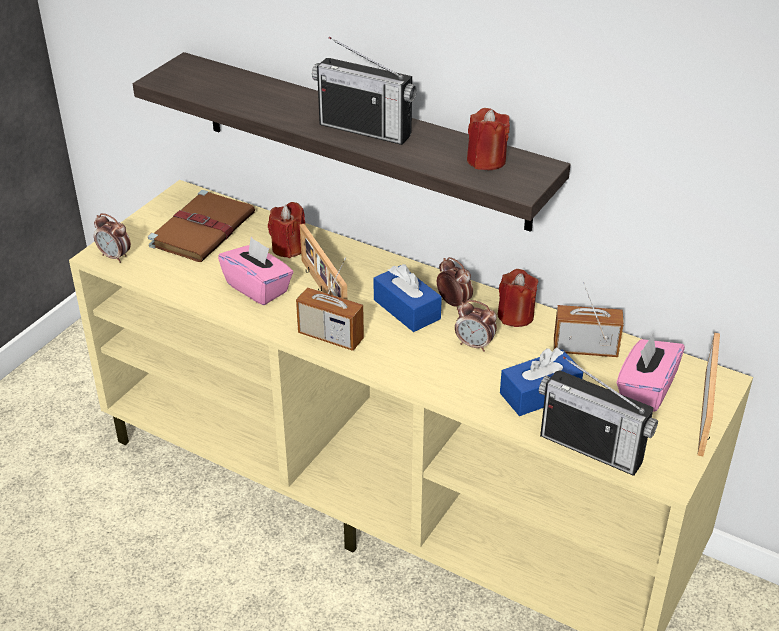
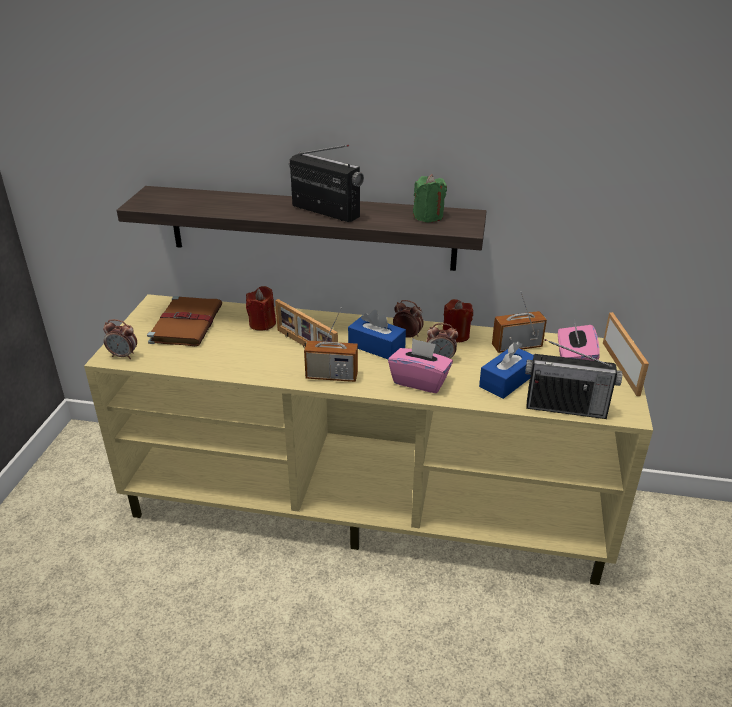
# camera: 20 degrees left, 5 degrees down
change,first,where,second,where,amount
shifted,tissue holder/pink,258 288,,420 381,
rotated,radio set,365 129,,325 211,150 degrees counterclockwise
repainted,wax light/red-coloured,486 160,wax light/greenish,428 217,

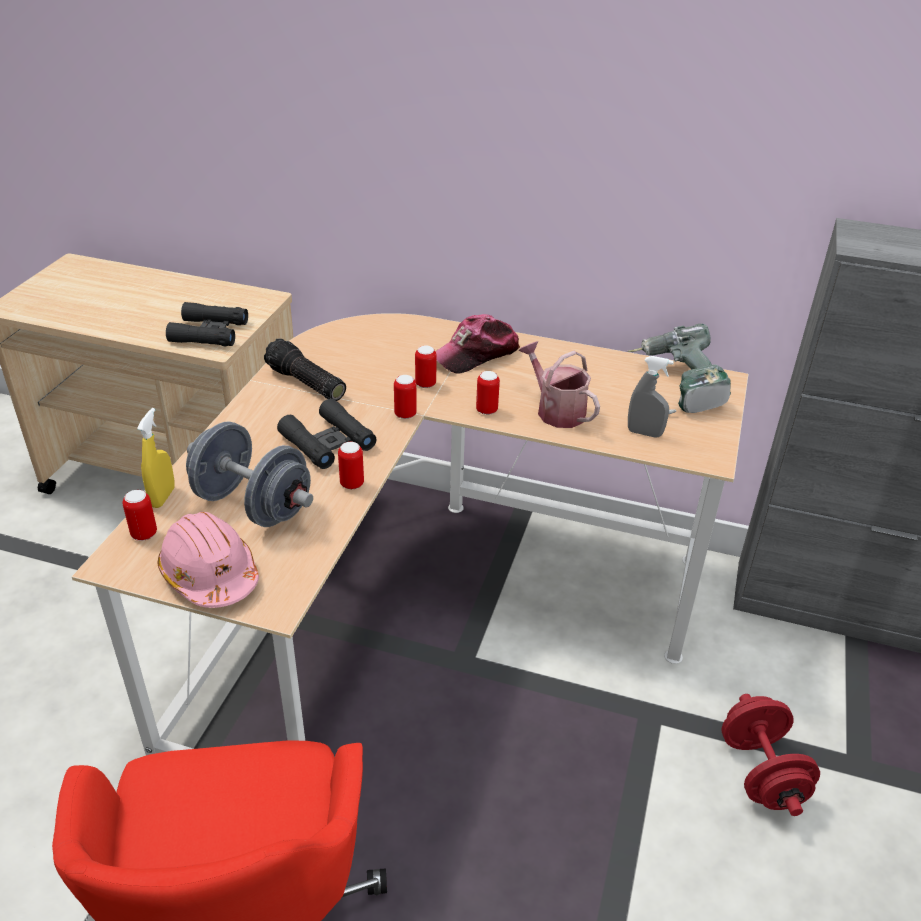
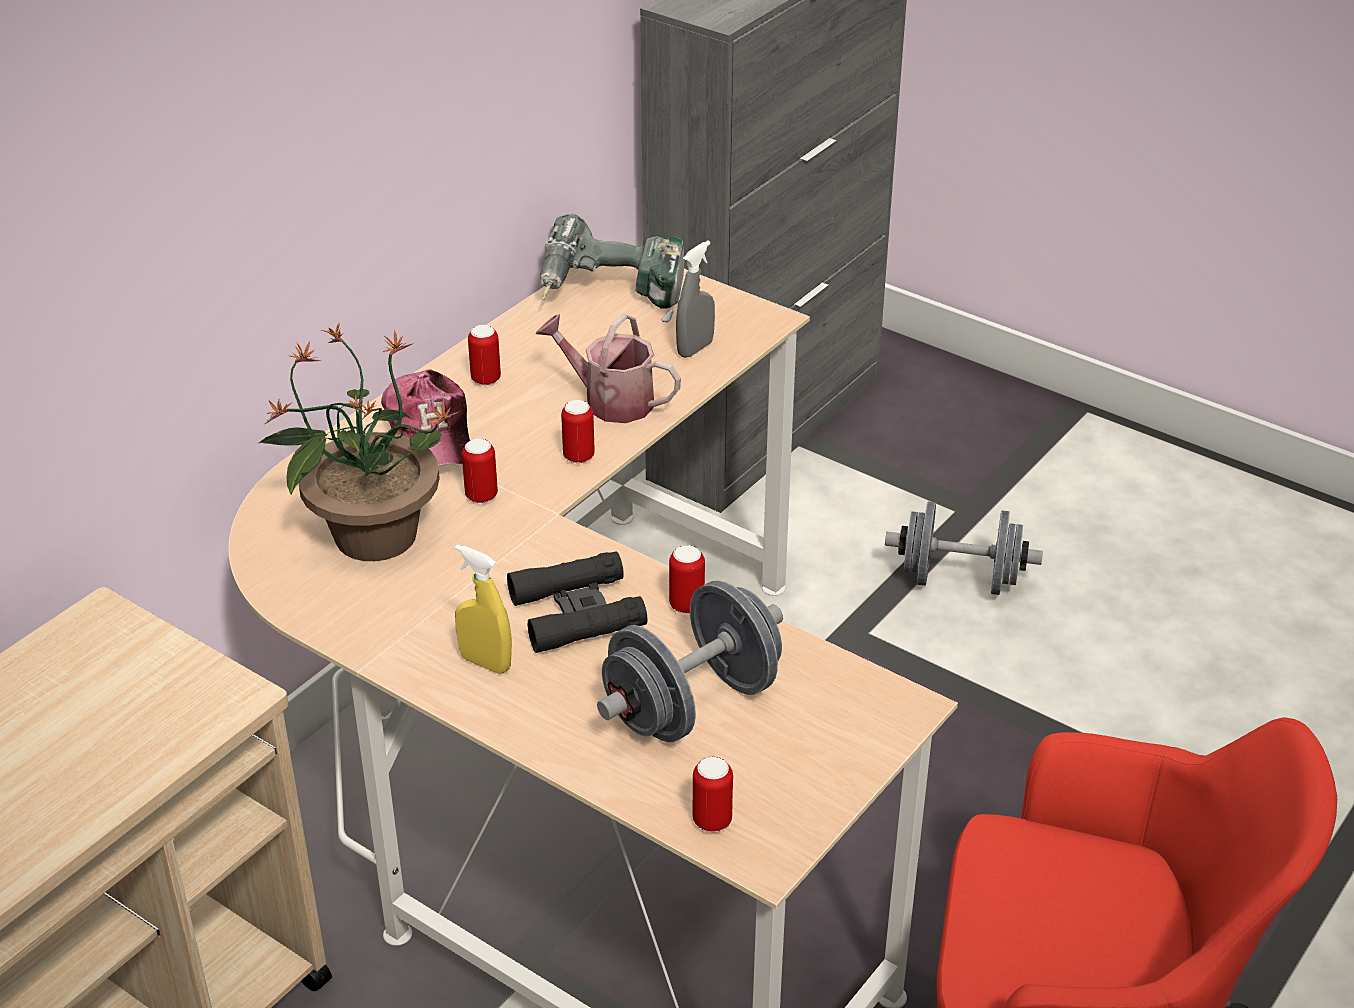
# camera: 70 degrees left, 0 degrees up
change,first,where,second,where,amount
shifted,hand sprayer/yellow,162 497,,485 663,
gone,safety helmet/pink,210 574,,,
gone,field glasses/blackish,209 332,,,
gone,torch,305 383,,,
shifted,sealed can,405 414,,486 379,
rotated,watering can,556 410,,610 400,45 degrees clockwise
repainted,free weight/red-coloured,761 773,free weight/gray,959 580,
new,,,potted plant,372 535,

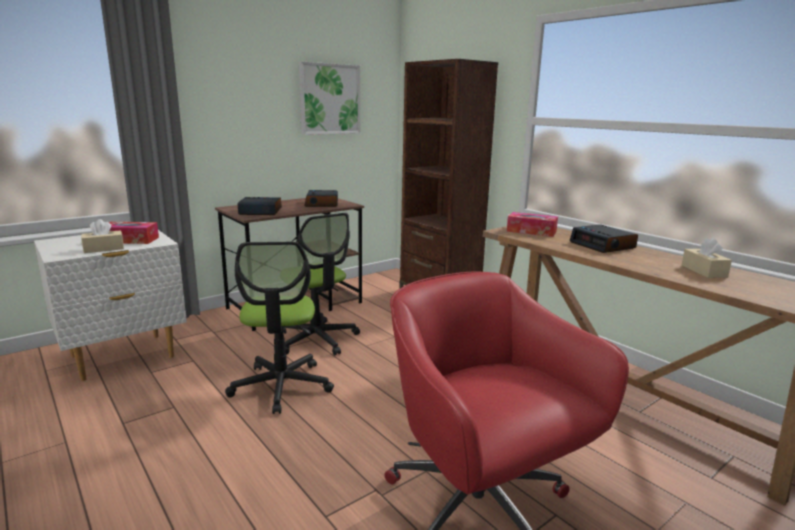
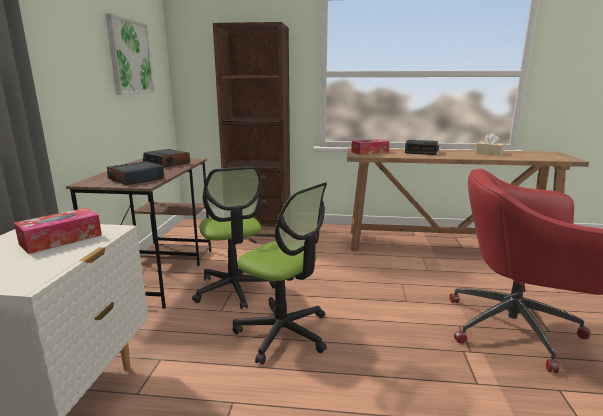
# camera: 45 degrees left, 0 degrees up
change,first,where,second,where,amount
gone,tissue holder/sand-coloured,104 249,,,
rotated,computer chair,317 339,,234 289,60 degrees clockwise

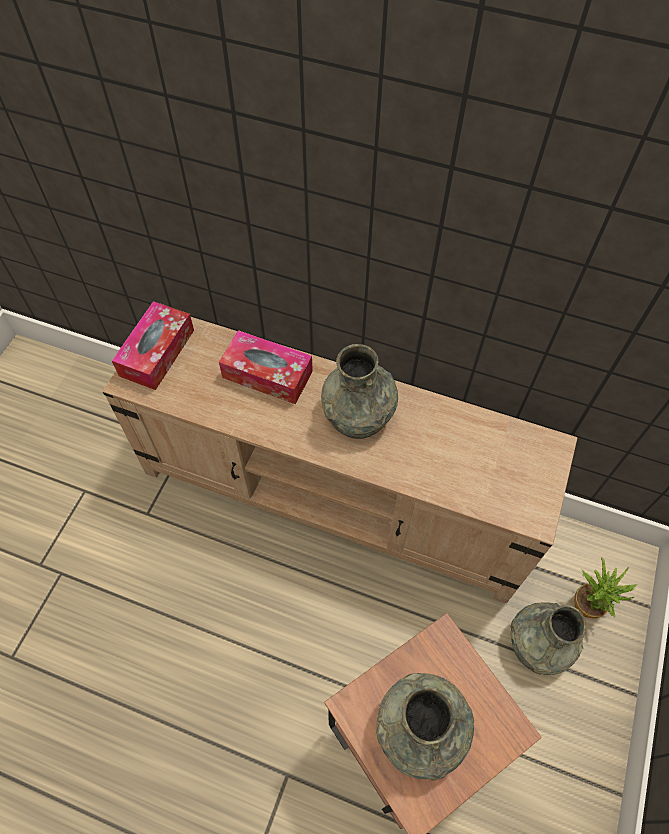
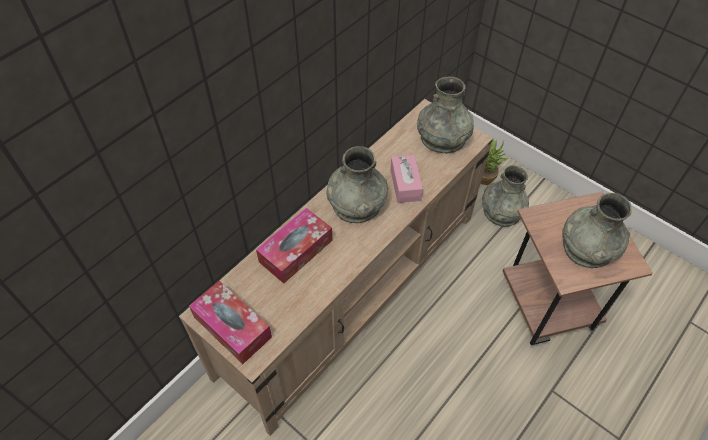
# camera: 70 degrees left, 5 degrees down
change,first,where,second,where,amount
new,,,tissue holder/pink,405 184,
new,,,decorative vase/gray,443 138,

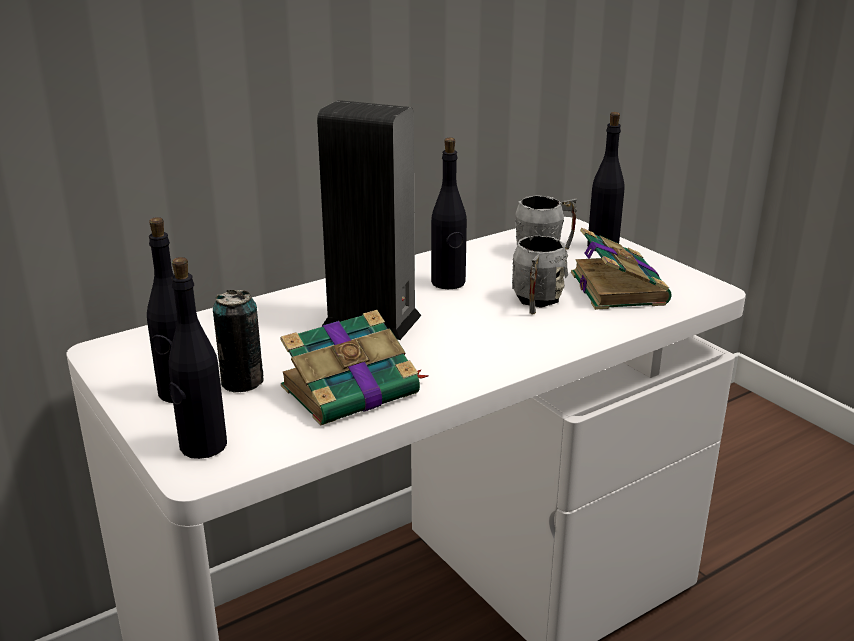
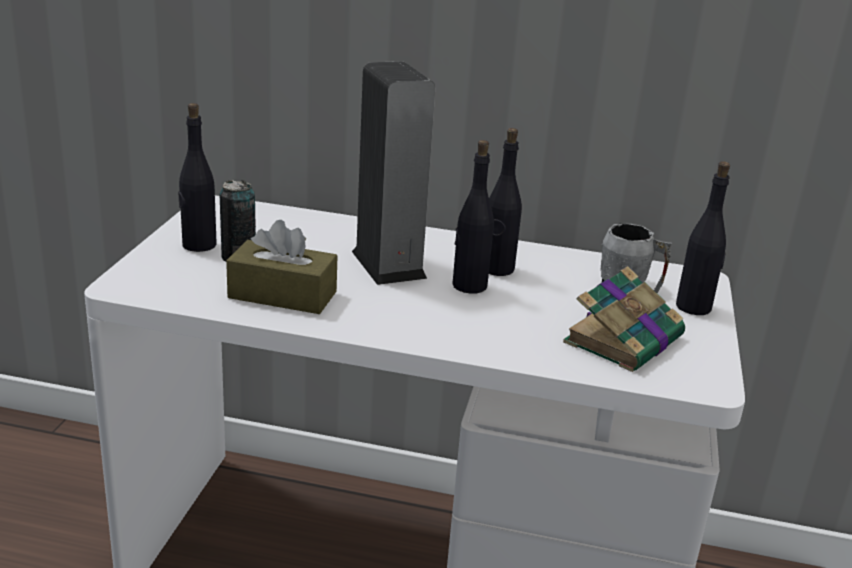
# camera: 45 degrees right, 0 degrees up
change,first,where,second,where,amount
shifted,bottle/blackish,202 446,,469 286,
swapped,book,353 390,tissue holder/brownish,282 295,
gone,coffee mug/gray,536 301,,,

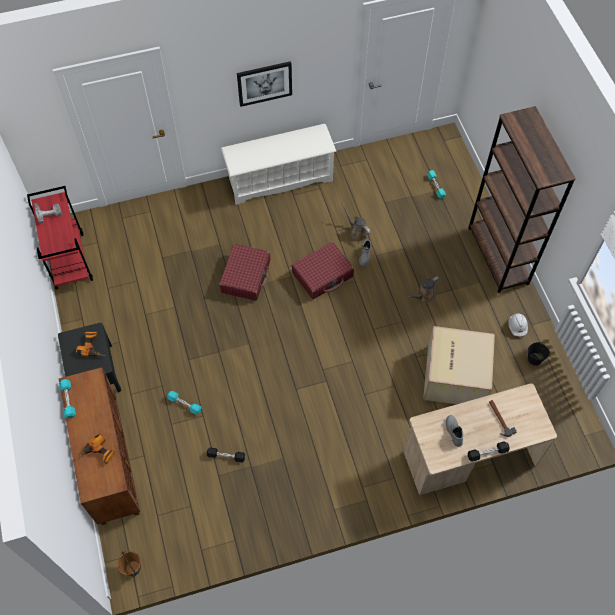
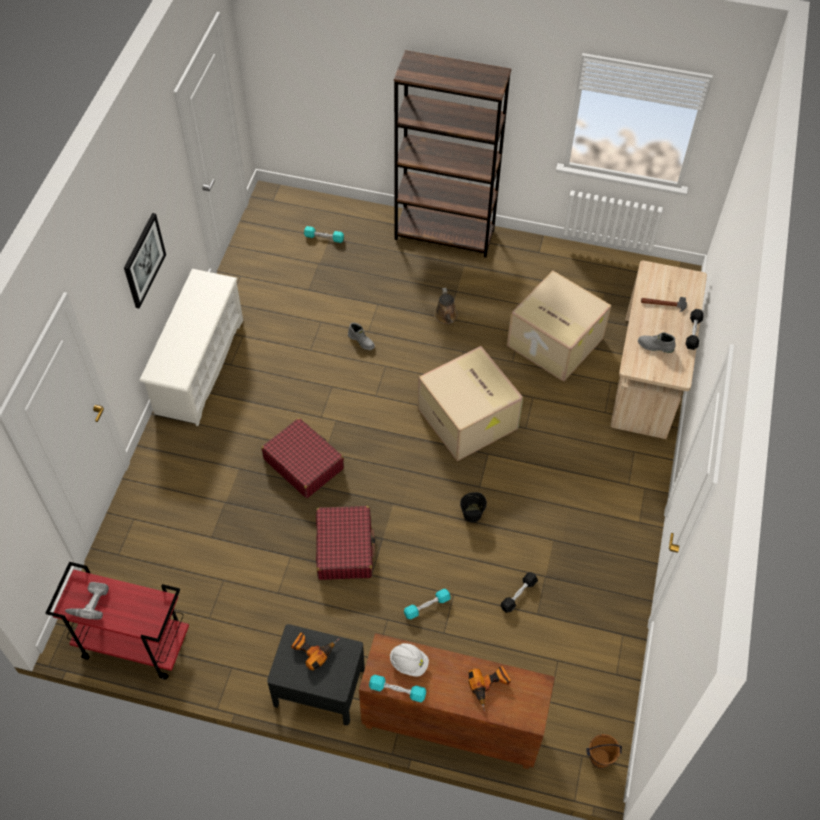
# camera: 60 degrees left, 5 degrees down
change,first,where,second,where,amount
shifted,suitcase/red-coloured,322 275,,344 548,
gone,watering can/brownish,357 232,,,
shifted,safety helmet/white,517 327,,409 663,
shifted,bucket/blackish,535 359,,472 514,
new,,,carton,469 419,

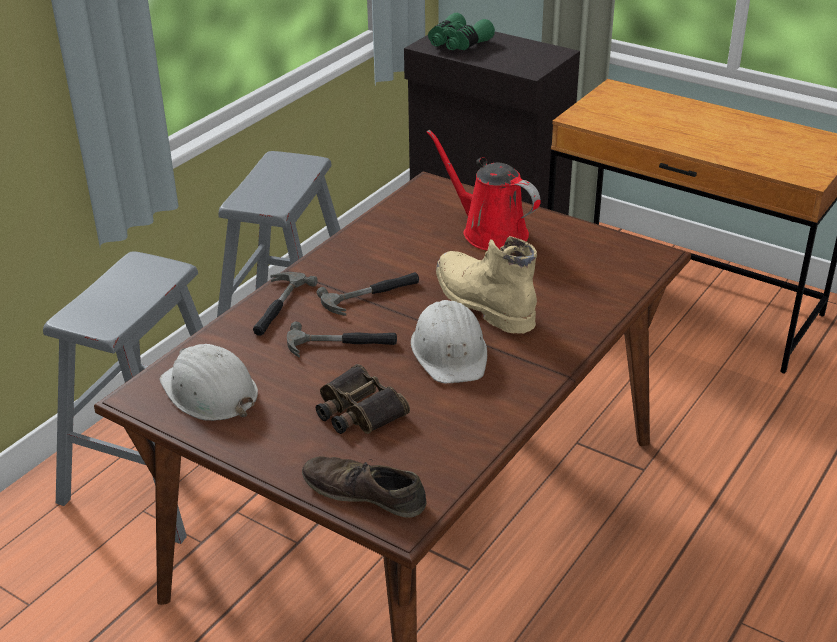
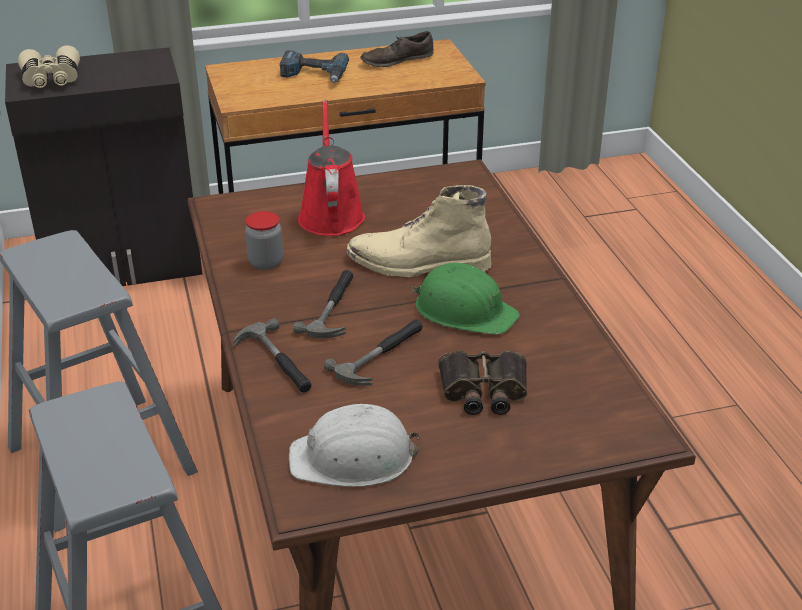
# camera: 50 degrees left, 0 degrees up
change,first,where,second,where,amount
shifted,item of footwear/brownish,364 493,,397 60,
repainted,safety helmet/white,450 352,safety helmet/greenish,464 310,
rotated,watering can/red-coloured,489 232,,330 215,90 degrees clockwise
repainted,field glasses/greenish,457 44,field glasses/sand-coloured,51 80,
new,,,preserve jar,266 263,
new,,,drill,314 75,

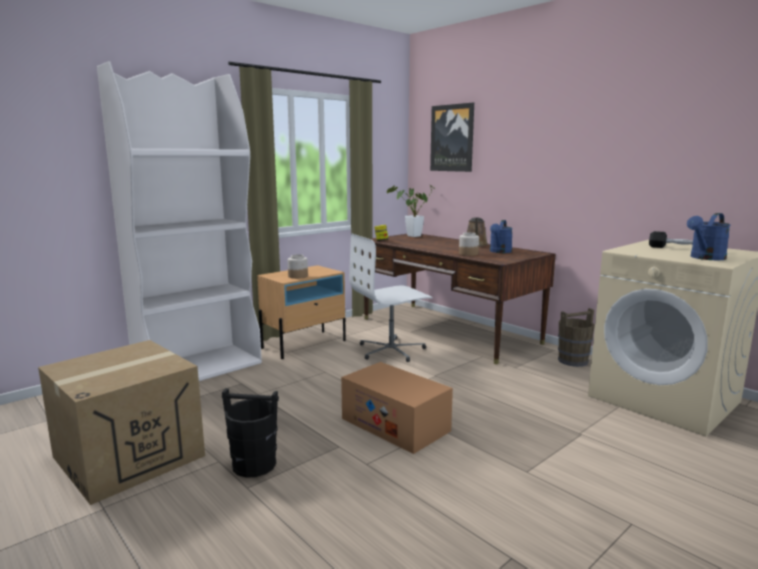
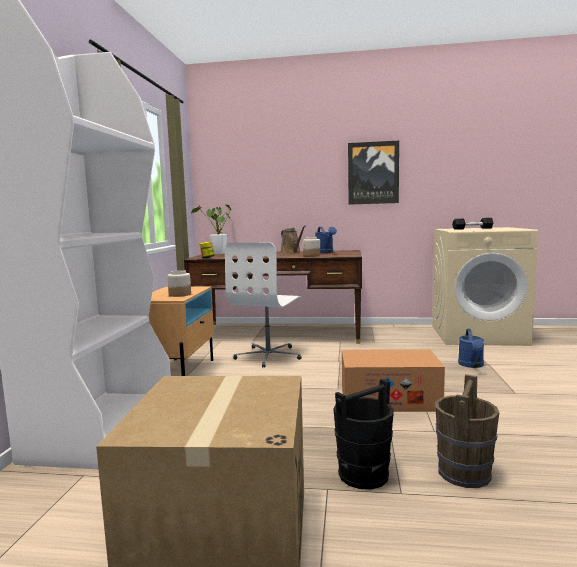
# camera: 40 degrees left, 5 degrees down
change,first,where,second,where,amount
shifted,picture,452 138,,373 173,
shifted,bucket/brownish,572 361,,463 473,
shifted,watering can/bluish,705 258,,472 365,

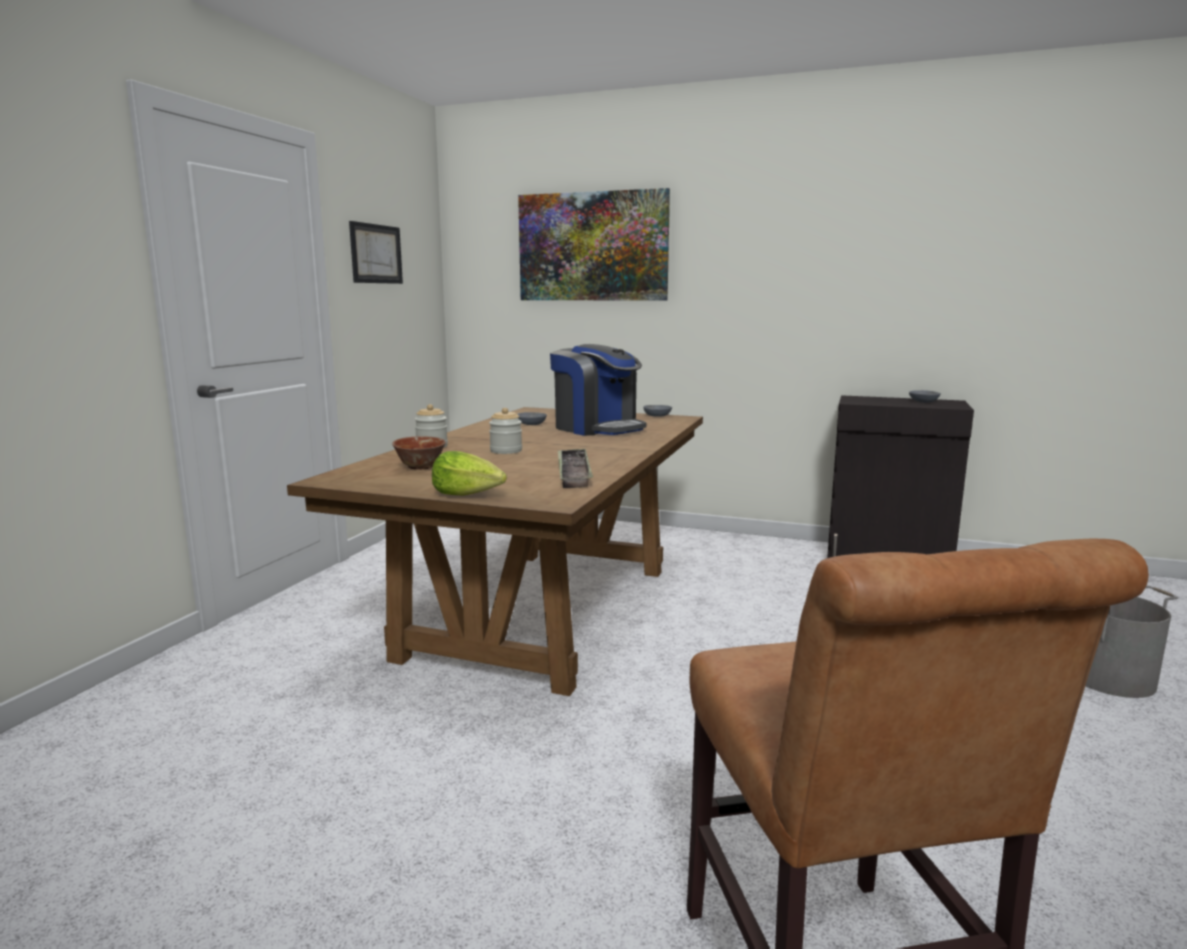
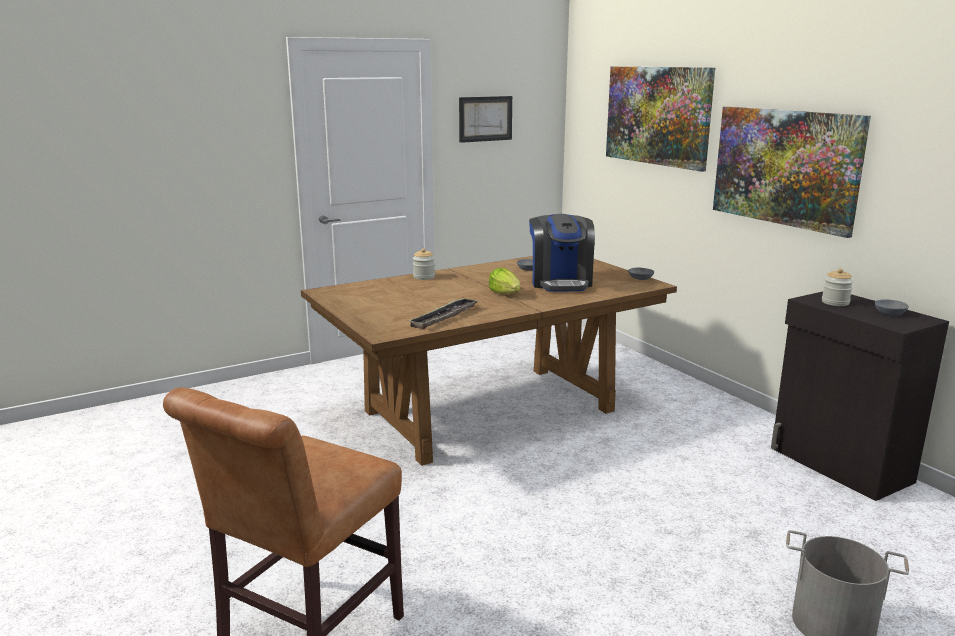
# camera: 40 degrees right, 5 degrees up
change,first,where,second,where,amount
gone,deep dish,420 467,,,
shifted,head of lettuce,468 494,,505 294,
shifted,preserve jar,506 451,,835 302,
new,,,picture,785 167,

